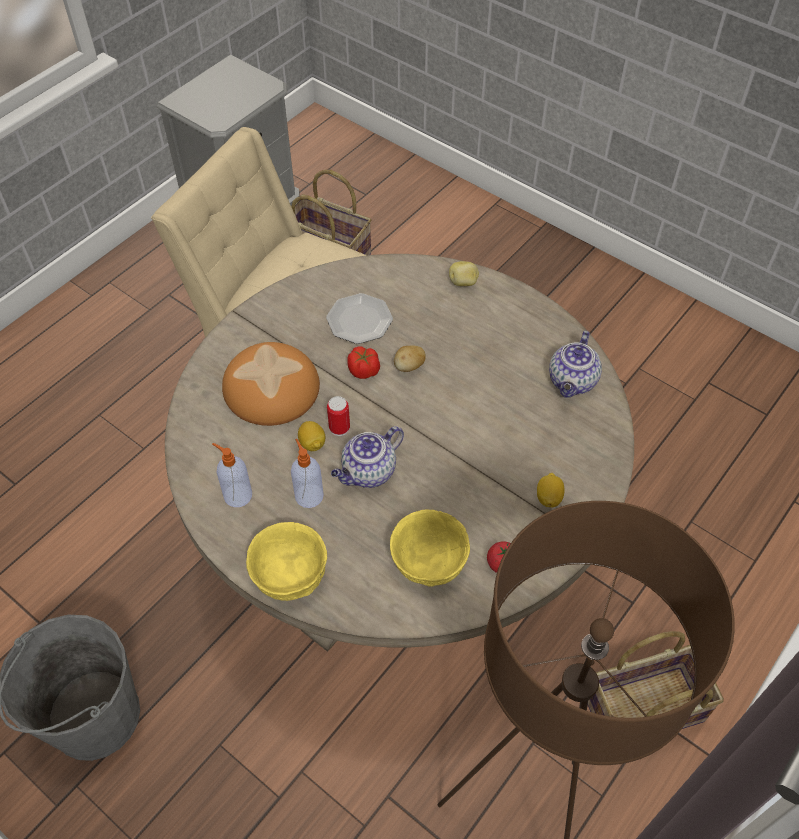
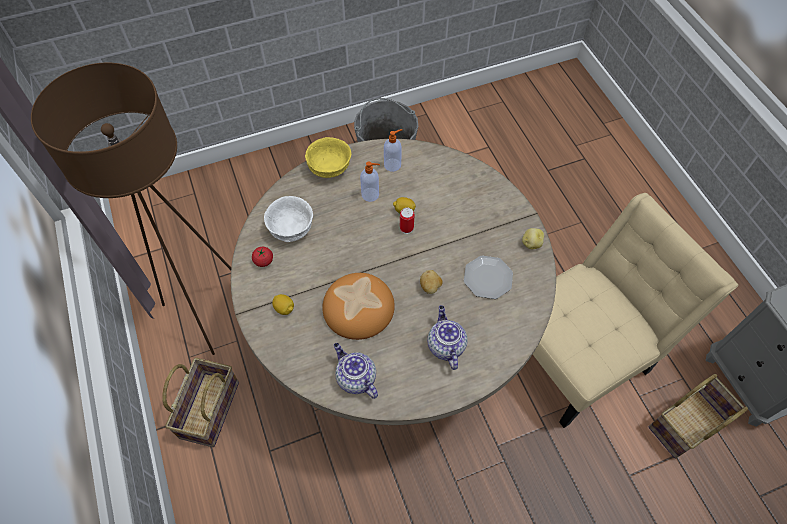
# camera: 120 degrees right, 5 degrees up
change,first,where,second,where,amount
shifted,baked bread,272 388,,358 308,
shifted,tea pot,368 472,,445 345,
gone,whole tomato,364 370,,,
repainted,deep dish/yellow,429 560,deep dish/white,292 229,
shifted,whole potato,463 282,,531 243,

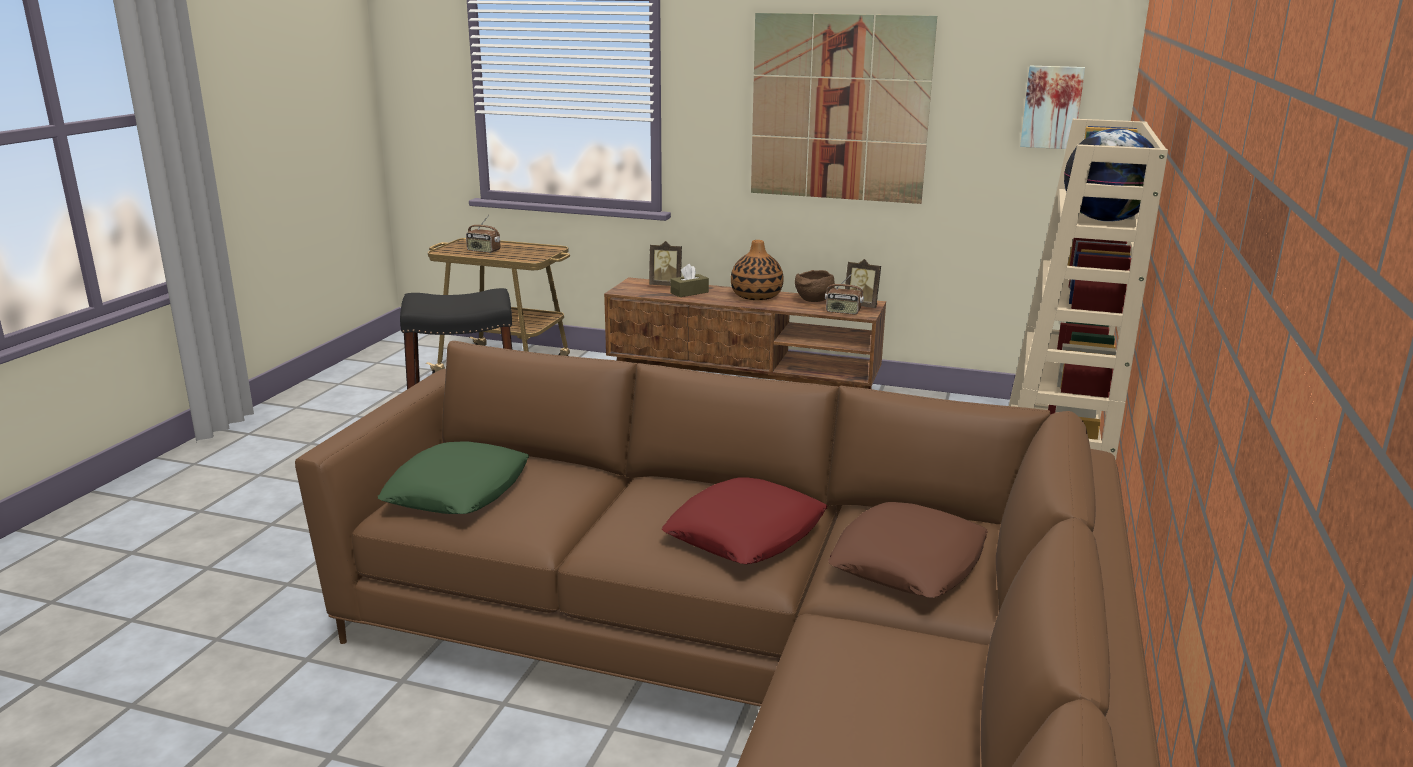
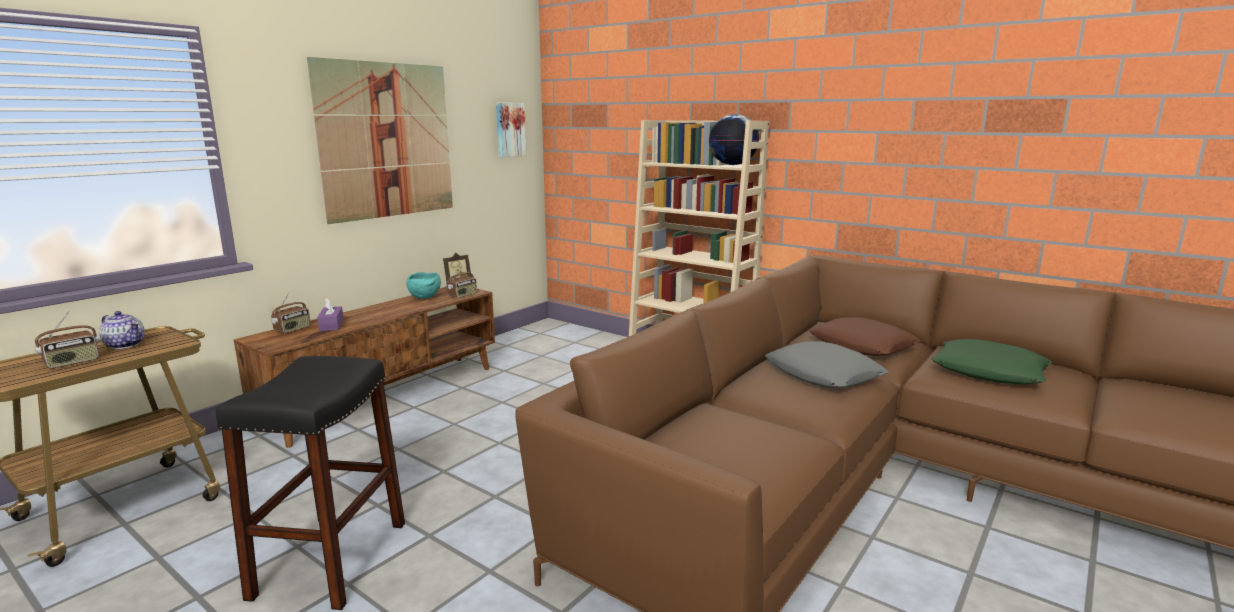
# camera: 70 degrees left, 5 degrees down
change,first,where,second,where,amount
shifted,throw pillow/greenish,457 491,,989 371,
swapped,standing frame,666 285,radio set,293 329,
repainted,throw pillow/red-coloured,745 533,throw pillow/gray,823 374,
repainted,tissue holder/brownish,689 292,tissue holder/purple,331 325,
gone,decorative vase,756 296,,,
repainted,deep dish/brownish,813 301,deep dish/blue-green,425 298,
new,,,tea pot,125 344,

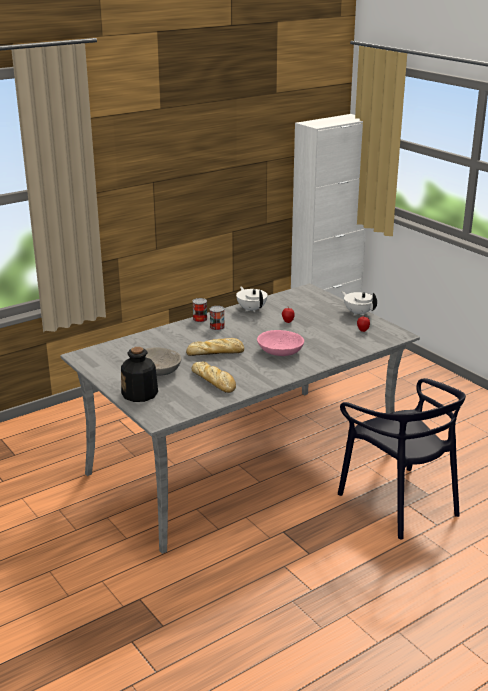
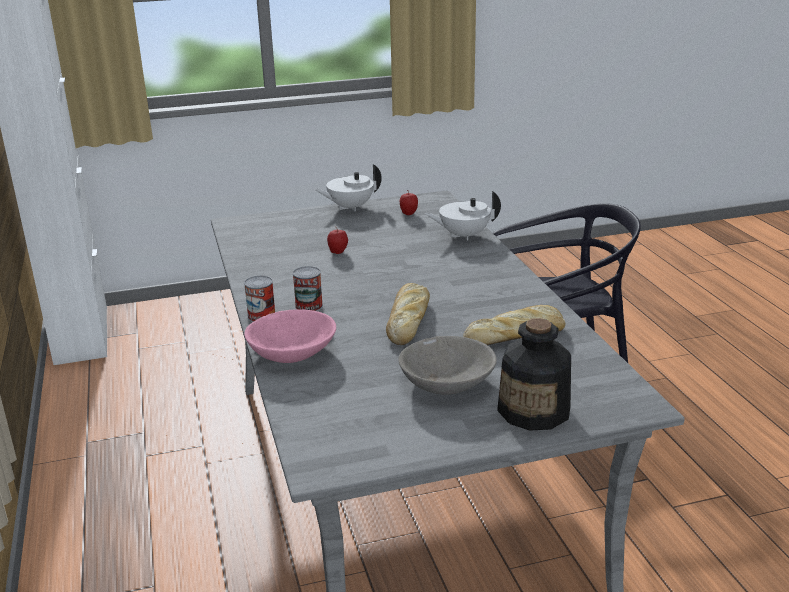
# camera: 70 degrees left, 0 degrees up
change,first,where,second,where,amount
shifted,tea pot/white,251 309,,463 235,
shifted,deep dish/pink,280 351,,292 352,

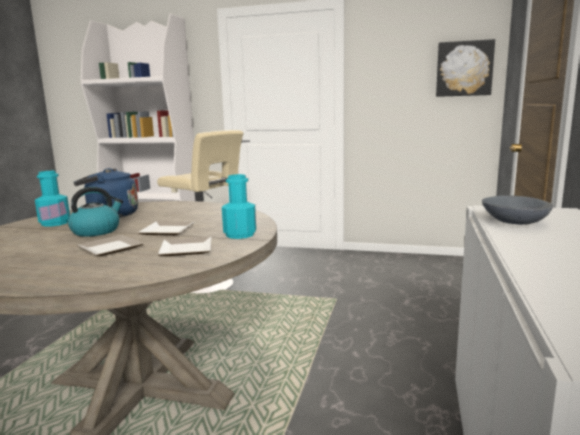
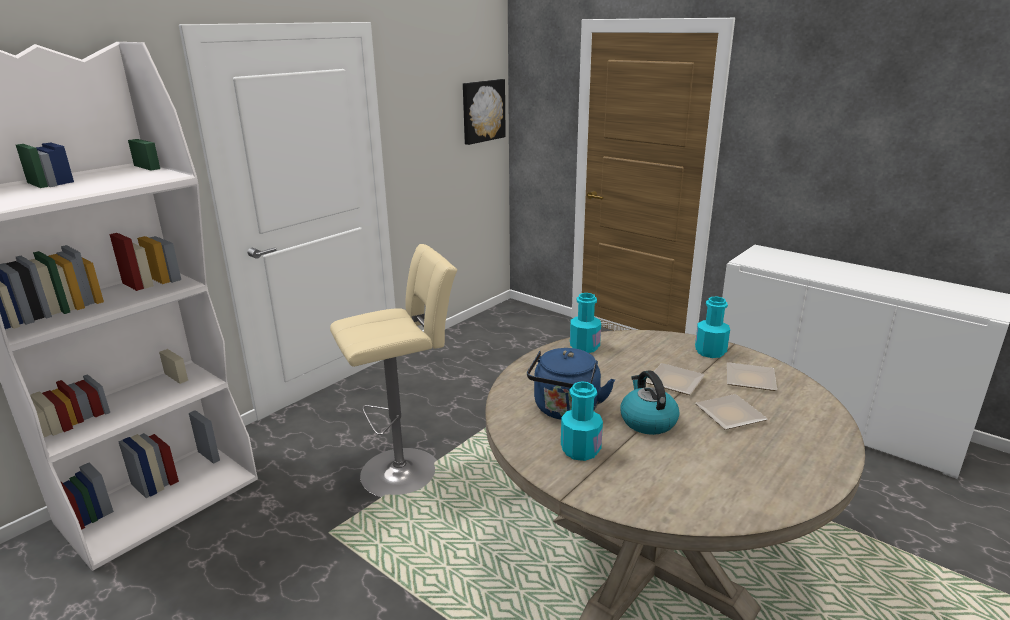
# camera: 65 degrees left, 10 degrees up
change,first,where,second,where,amount
gone,deep dish/gray,513 222,,,
new,,,bottle/blue-green,584 347,

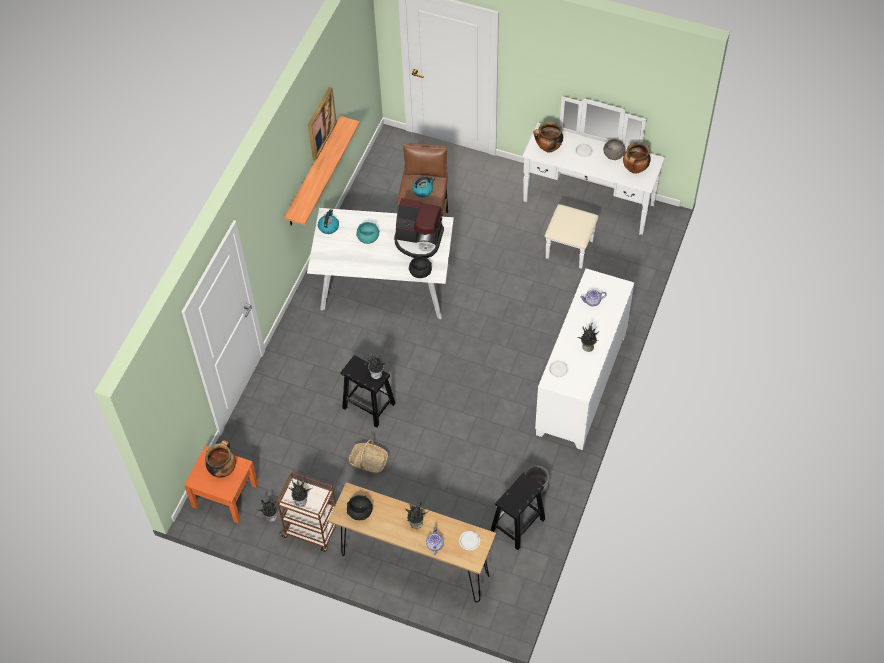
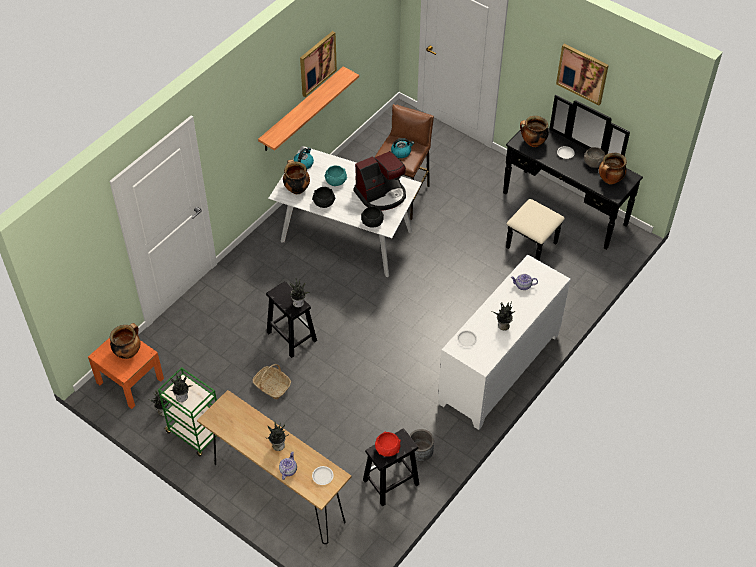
# camera: 15 degrees right, 5 degrees down
change,first,where,second,where,amount
repainted,wheeled cart/brownish,312 530,wheeled cart/greenish,195 433,
shifted,deep dish/blackish,360 512,,324 203,
rotated,coffee brewer,418 240,,381 194,60 degrees counterclockwise
repainted,drawer chest/white,585 213,drawer chest/blackish,557 217,
new,,,cooking pot,296 189,
new,,,deep dish/red-coloured,387 449,
new,,,picture,582 73,

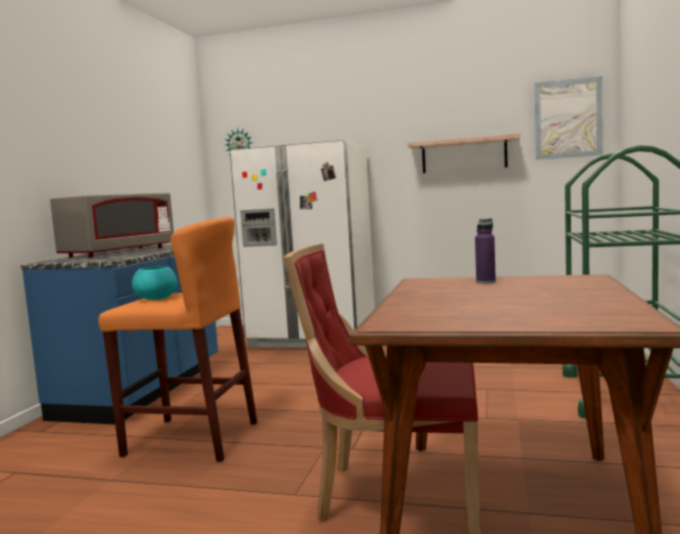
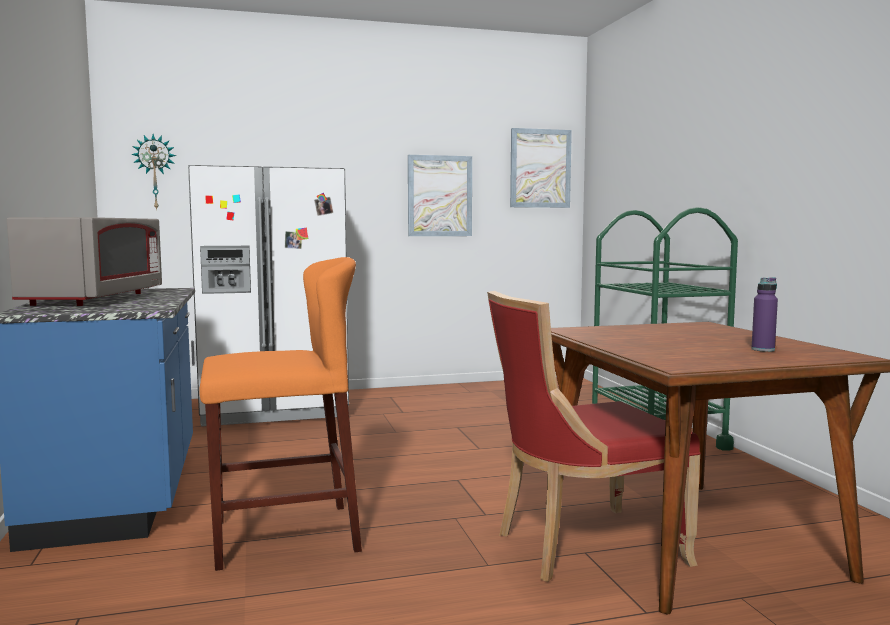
# camera: 30 degrees left, 0 degrees up
change,first,where,second,where,amount
gone,deep dish/blue-green,157 299,,,
swapped,shelf,464 155,picture,439 196,
shifted,bottle/purple,485 282,,763 349,

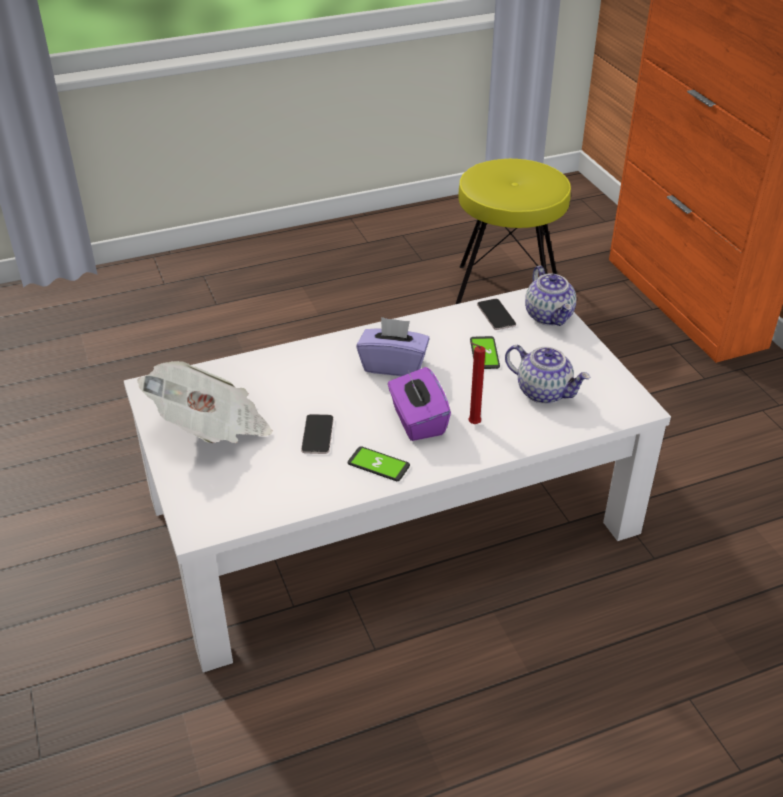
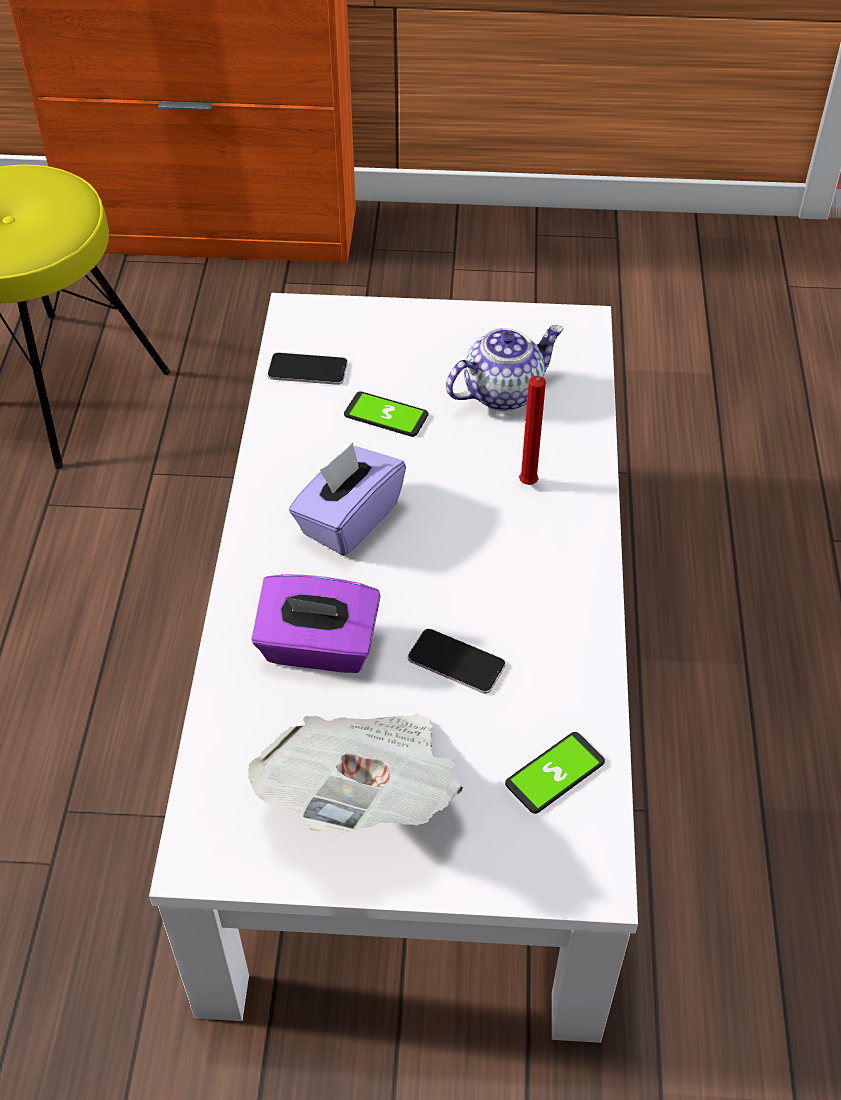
# camera: 65 degrees left, 10 degrees up
change,first,where,second,where,amount
shifted,handset,378 465,,554 773,
shifted,tissue holder/purple,417 421,,318 648,
gone,tea pot,549 316,,,

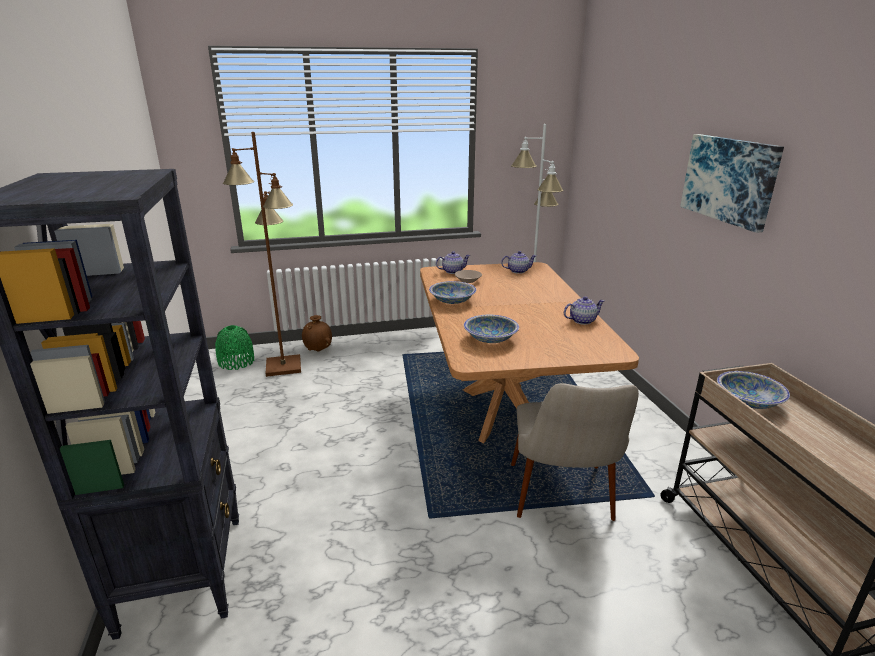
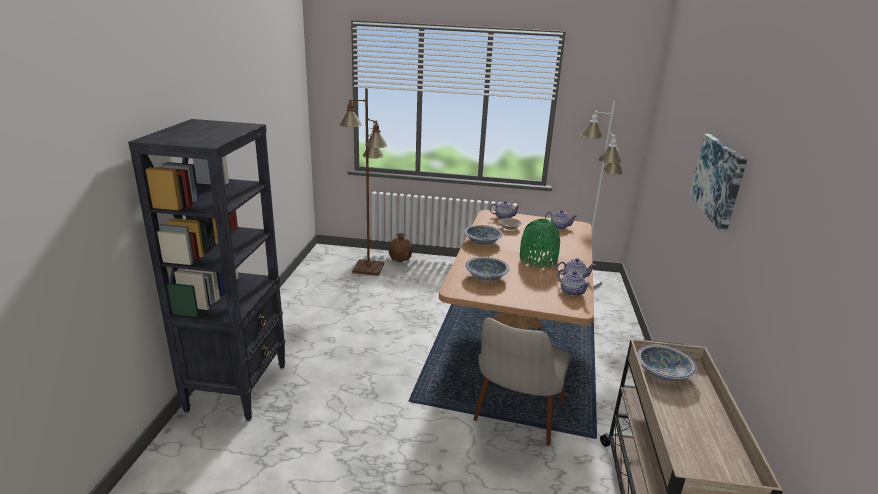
# camera: 20 degrees right, 0 degrees up
change,first,where,second,where,amount
shifted,decorative vase/greenish,236 362,,538 259,
new,,,tea pot,571 291,

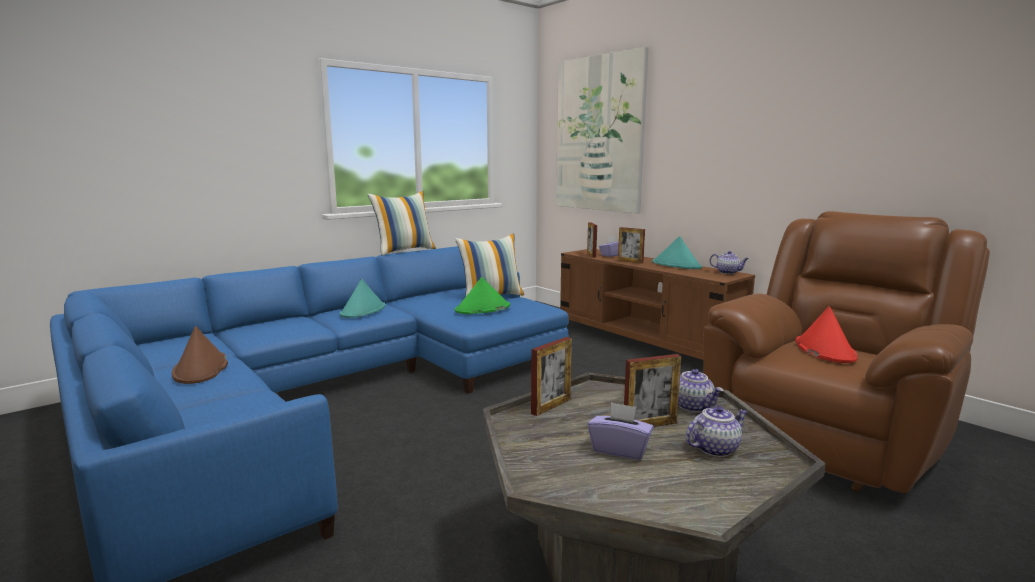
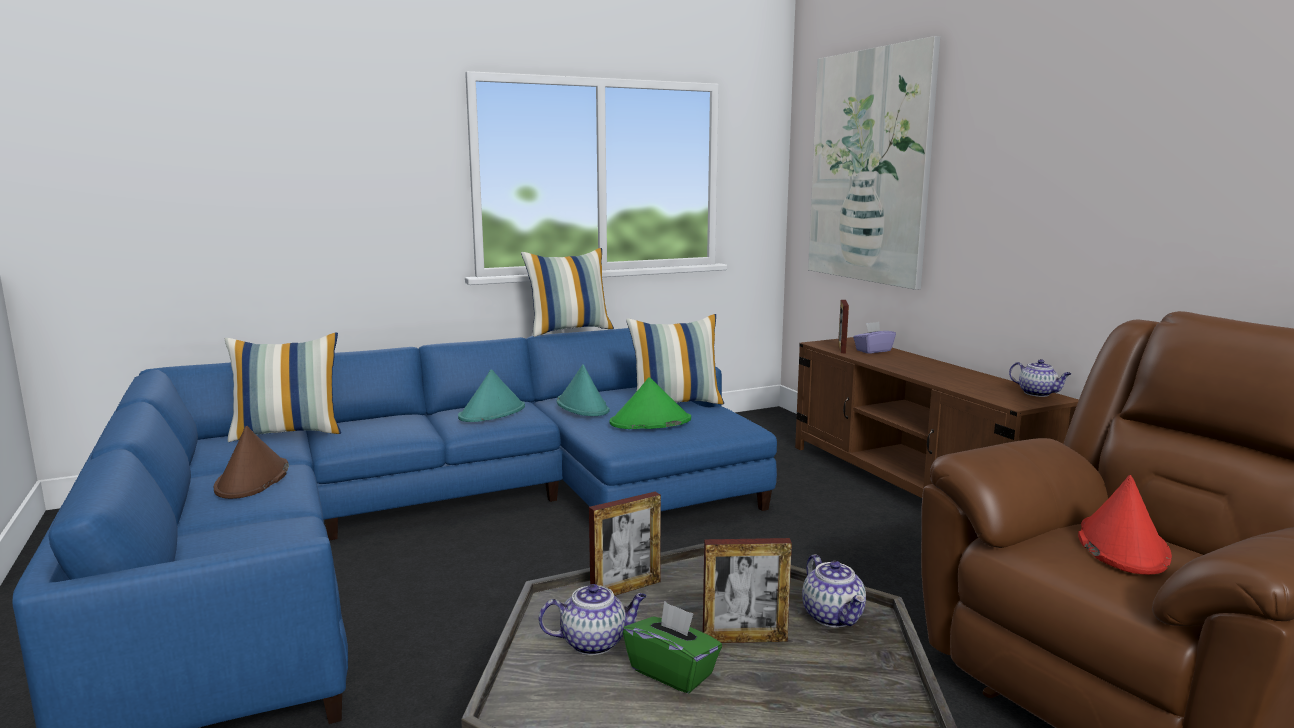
# camera: 15 degrees right, 0 degrees up
change,first,where,second,where,amount
repainted,tissue holder/purple,620 449,tissue holder/greenish,672 672,
gone,standing frame,630 261,,,
shifted,hat/blue-green,676 265,,583 406,
shifted,tea pot,715 448,,595 642,
new,,,throw pillow,288 432,

